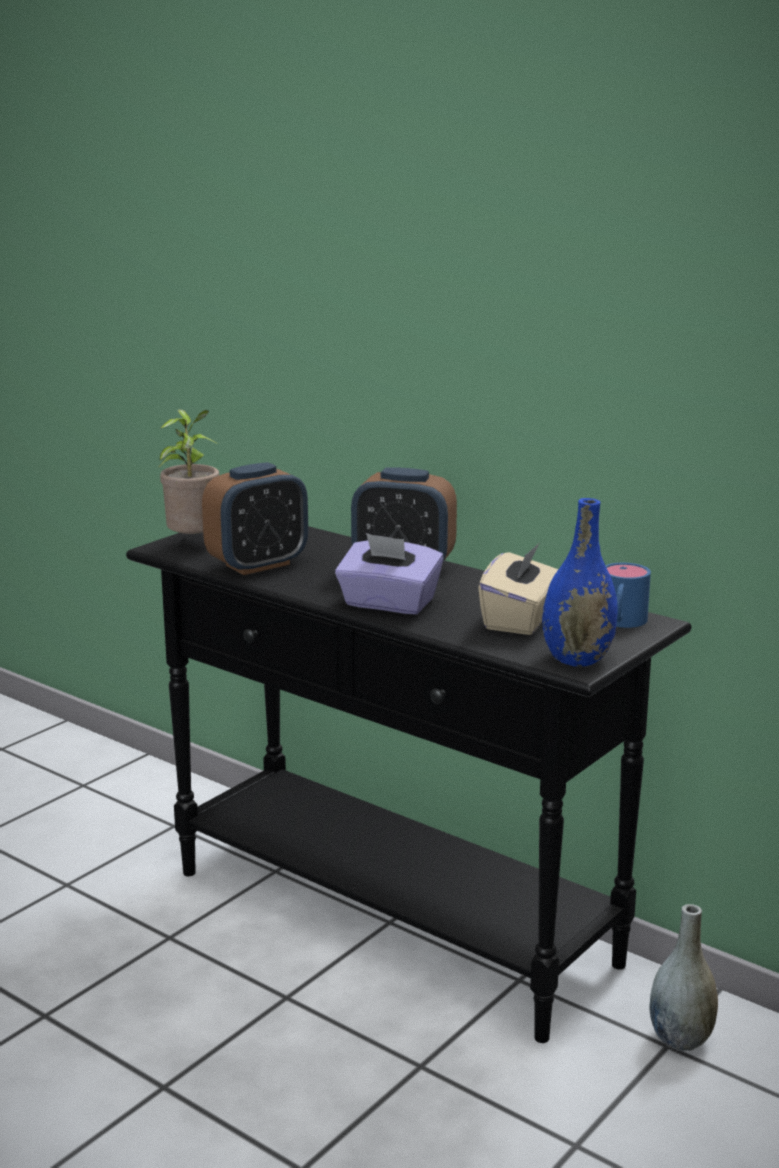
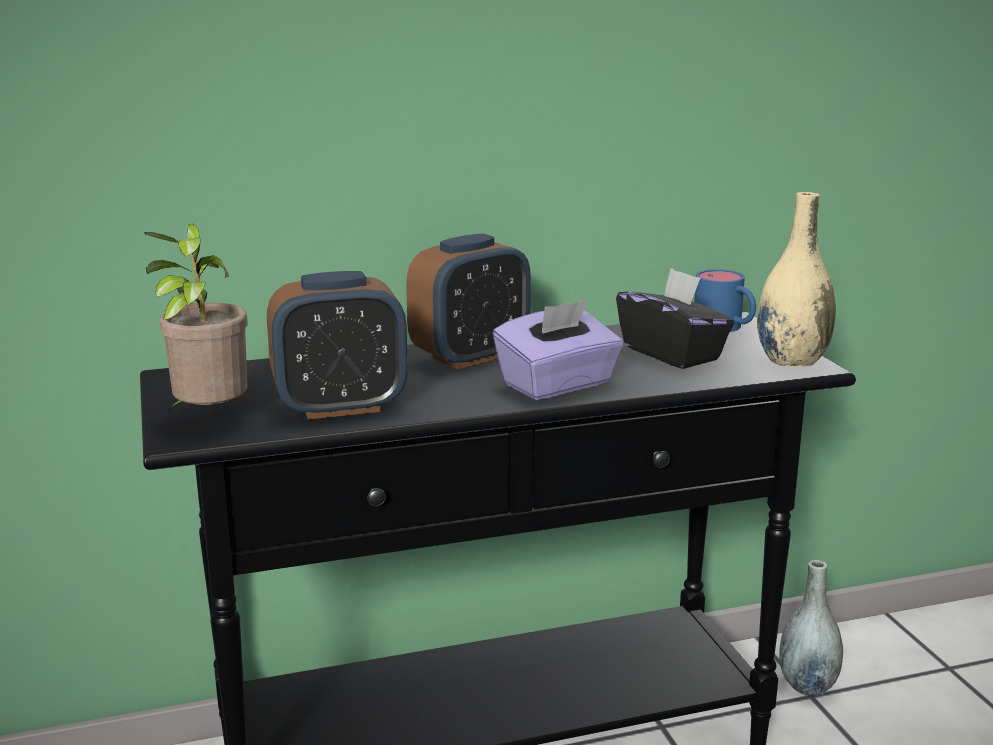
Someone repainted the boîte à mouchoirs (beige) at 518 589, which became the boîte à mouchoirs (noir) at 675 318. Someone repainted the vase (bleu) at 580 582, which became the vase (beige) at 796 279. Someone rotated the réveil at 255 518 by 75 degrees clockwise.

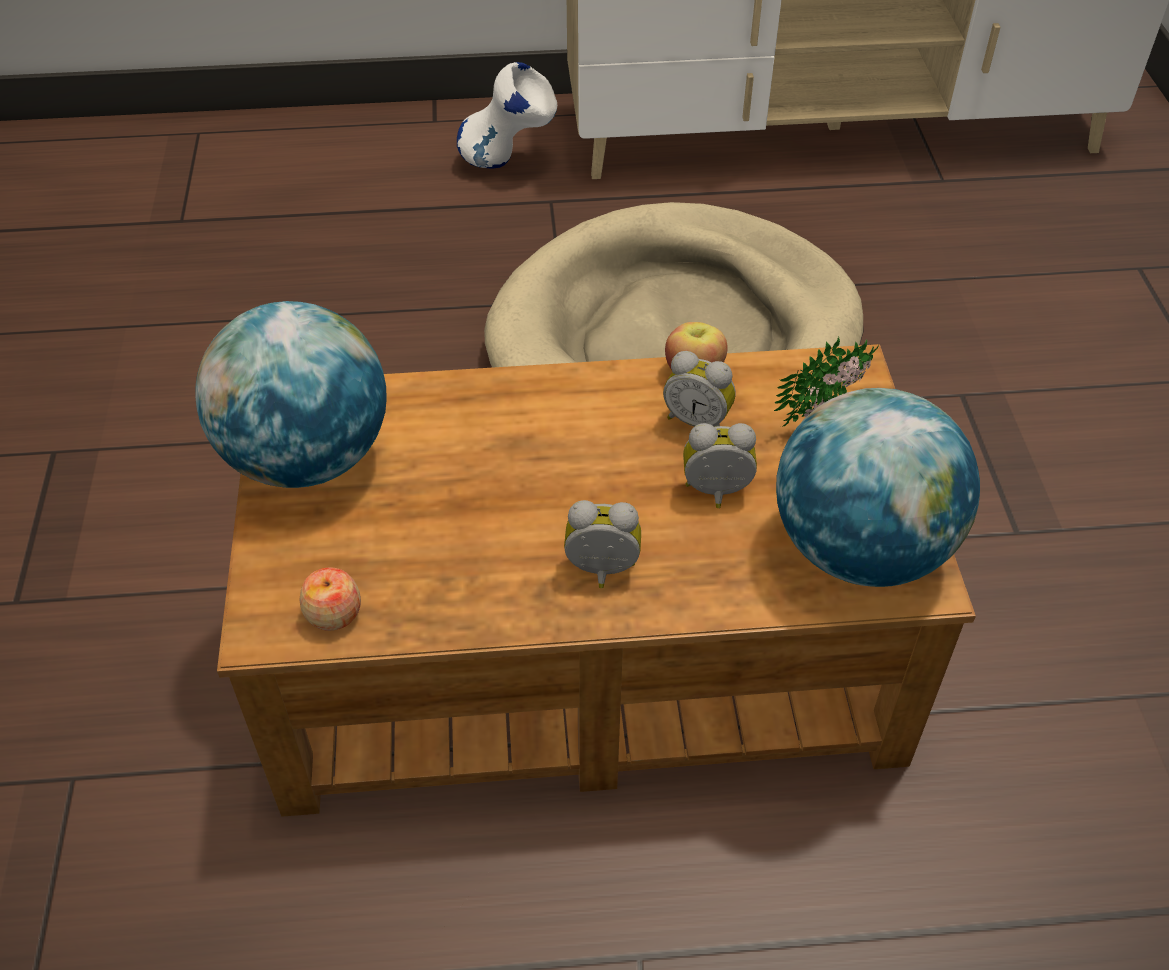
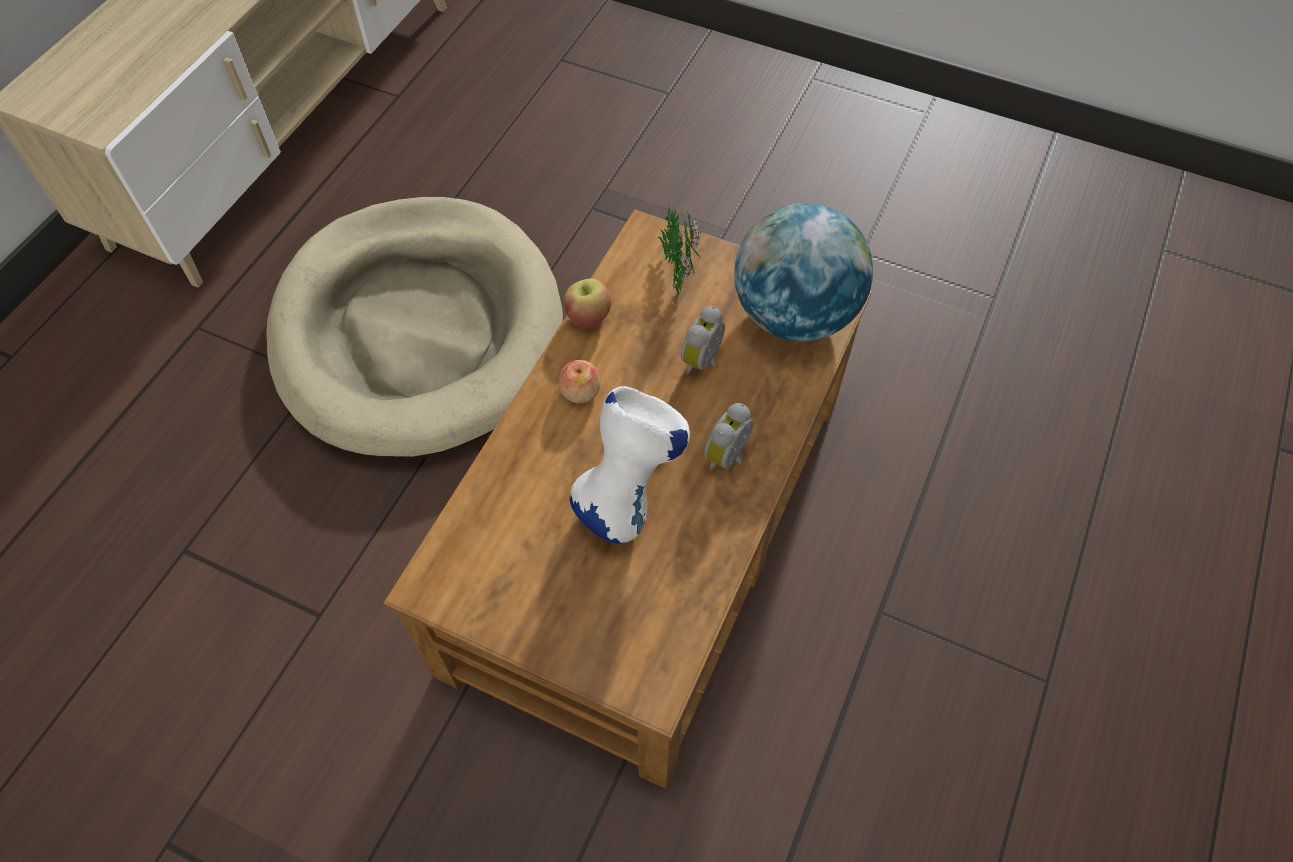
Someone took away the globe at 291 394. Someone took away the réveil at 699 389. Someone carried the pomme from 330 599 to 580 381. Someone carried the vase (blanc) from 507 115 to 630 465.

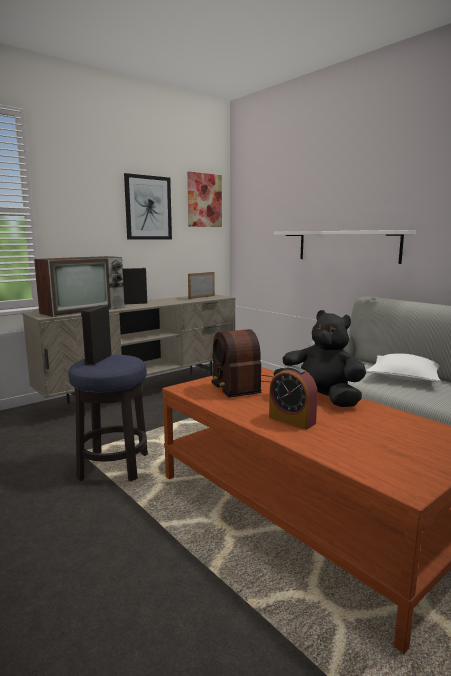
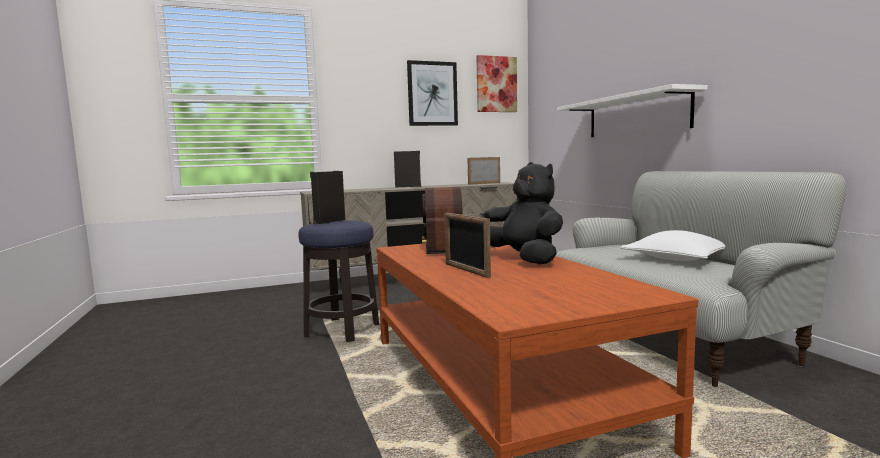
Someone took away the téléviseur at 79 286. Someone swapped the réveil at 293 397 for the cadre photo at 467 245.

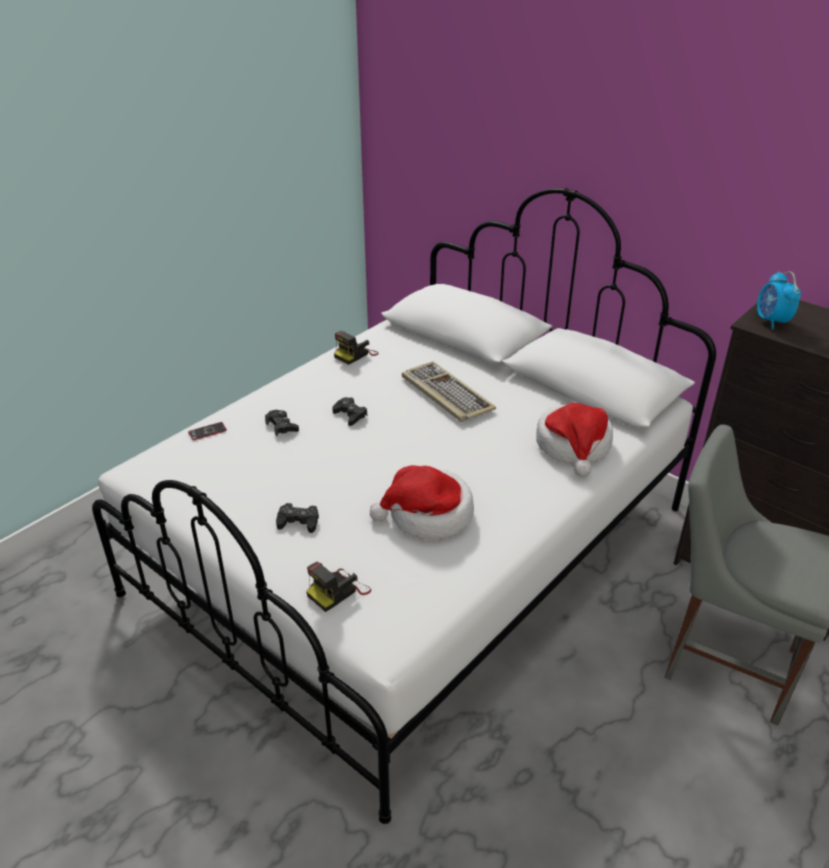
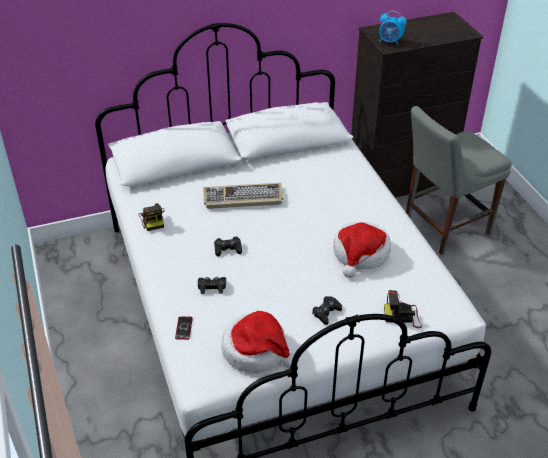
Someone carried the chapeau from 574 440 to 259 342. Someone rotated the appareil photo at 338 587 by 105 degrees clockwise.

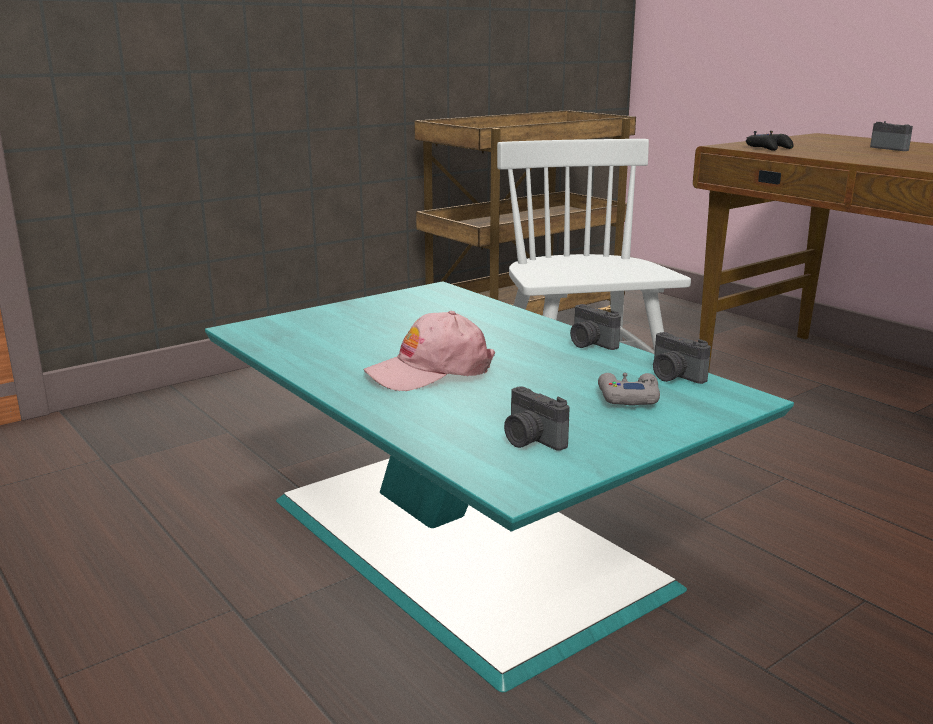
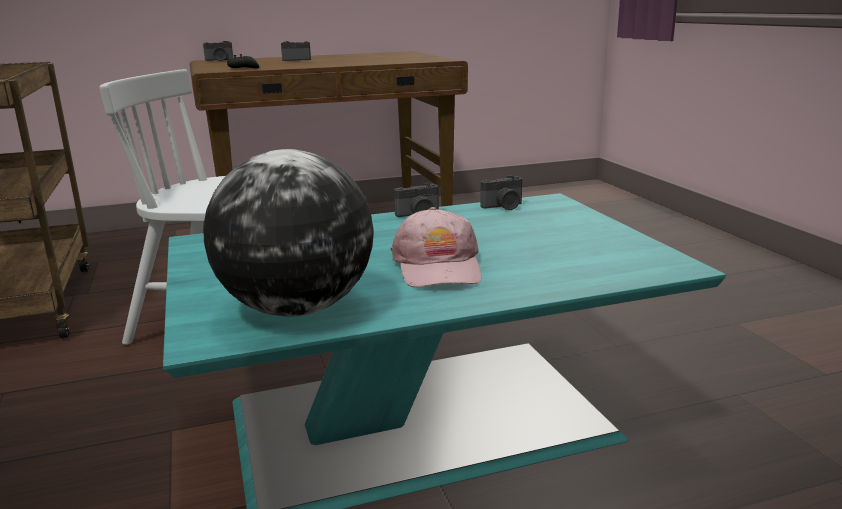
Someone took away the manette (gris) at 629 389. Someone put down the globe at 288 233. Someone carried the appareil photo from 537 418 to 218 51.

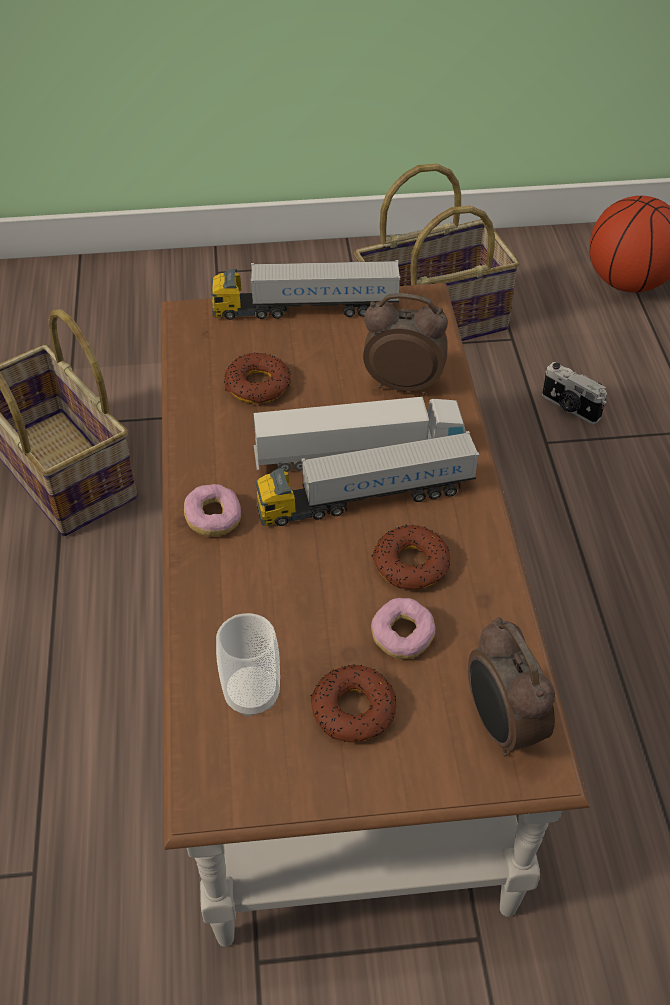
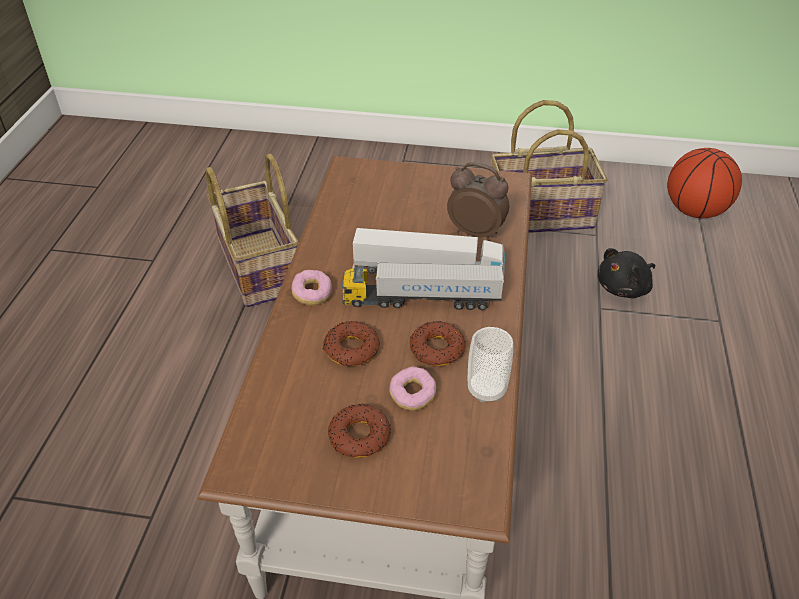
Someone took away the camion jouet at 305 290. Someone took away the réveil at 511 687. Someone carried the tasse from 248 665 to 490 365. Someone carried the beignet from 257 377 to 351 343. Someone swapped the appareil photo at 574 393 for the peluche (noir) at 626 273.

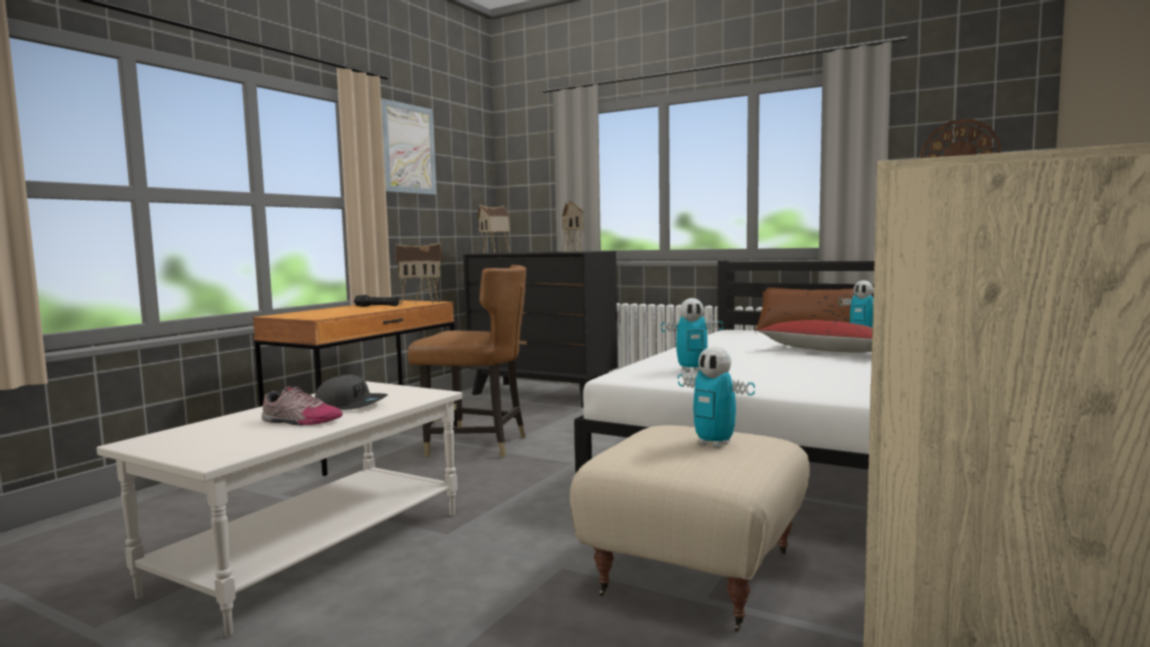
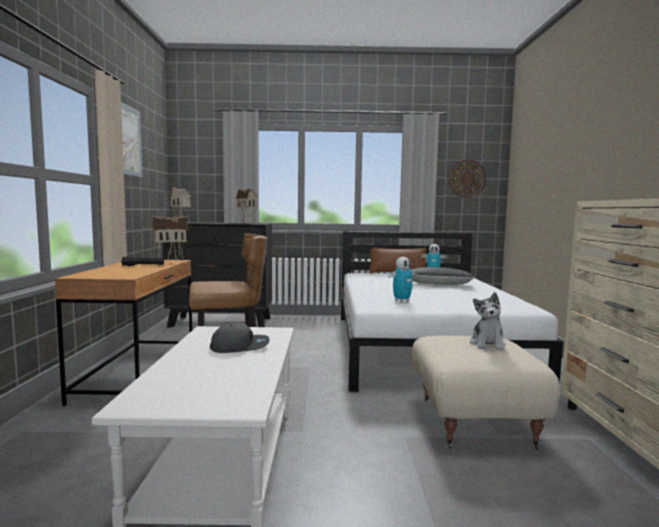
Someone took away the chaussure at 302 405. Someone swapped the robot jouet at 716 397 for the peluche at 488 321. Someone repainted the coussin (rouge) at 815 336, which became the coussin (noir) at 443 276.

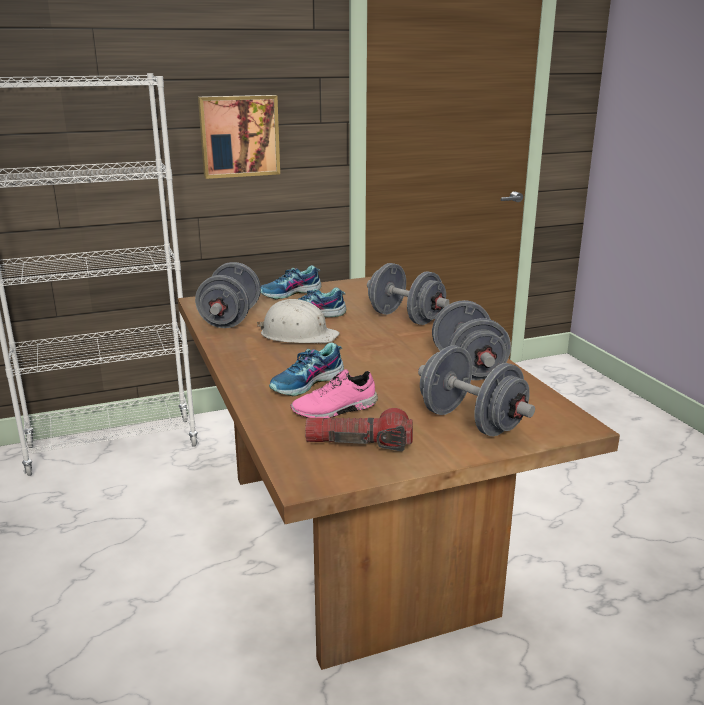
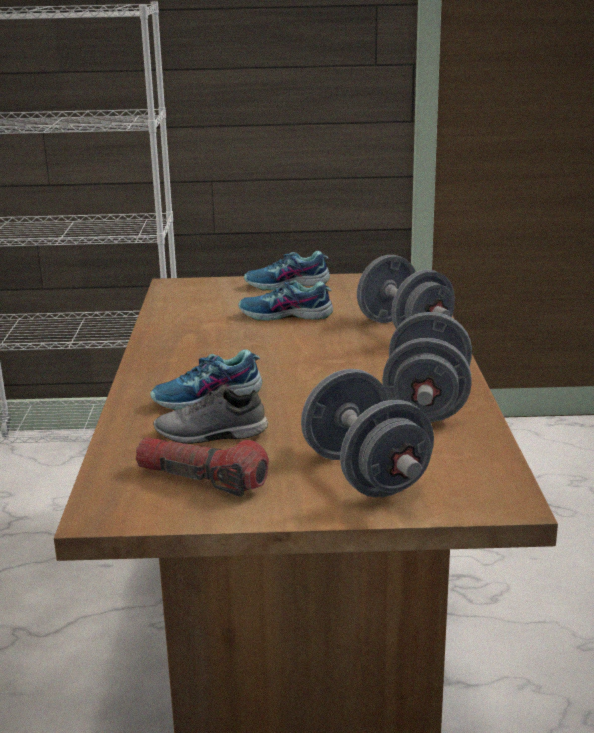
Someone took away the haltère (gris) at 228 295. Someone took away the tableau at 239 137. Someone took away the casque de chantier (blanc) at 298 321. Someone repainted the chaussure (rose) at 334 394, which became the chaussure (gris) at 211 414.

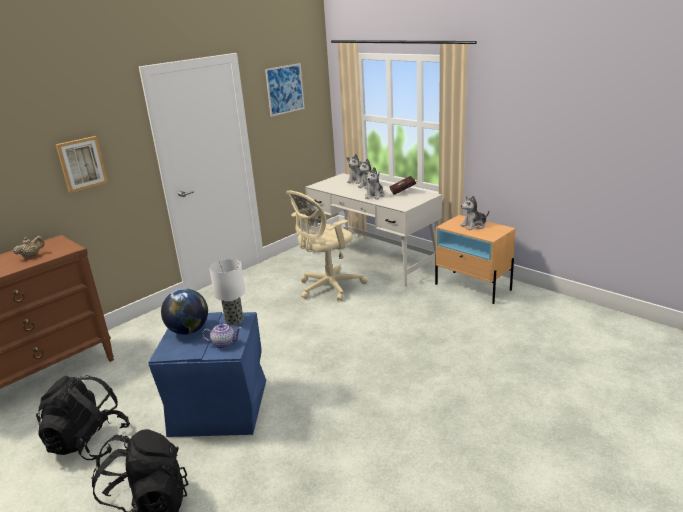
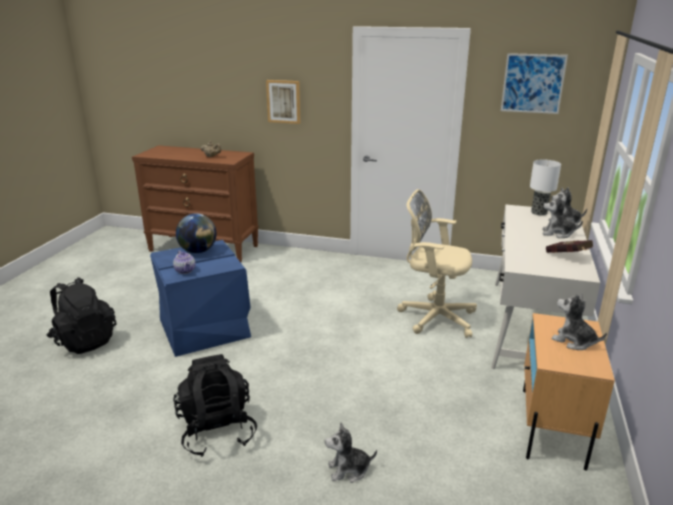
Someone carried the sac à dos (noir) from 83 417 to 215 405. Someone carried the lampe de table from 227 292 to 545 187. Someone carried the peluche from 374 183 to 351 452.

